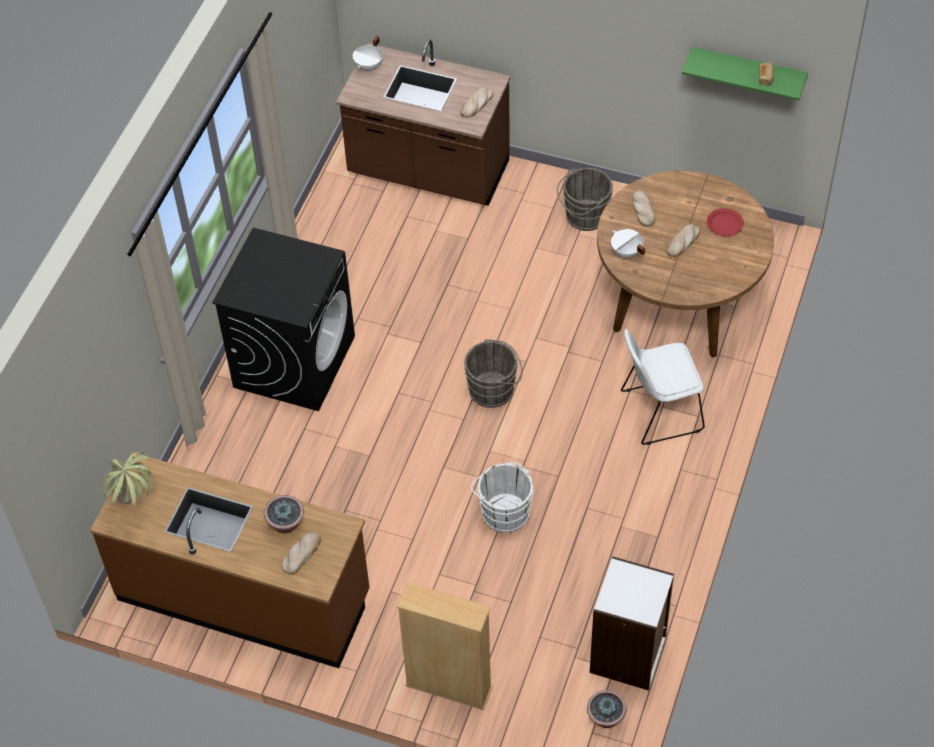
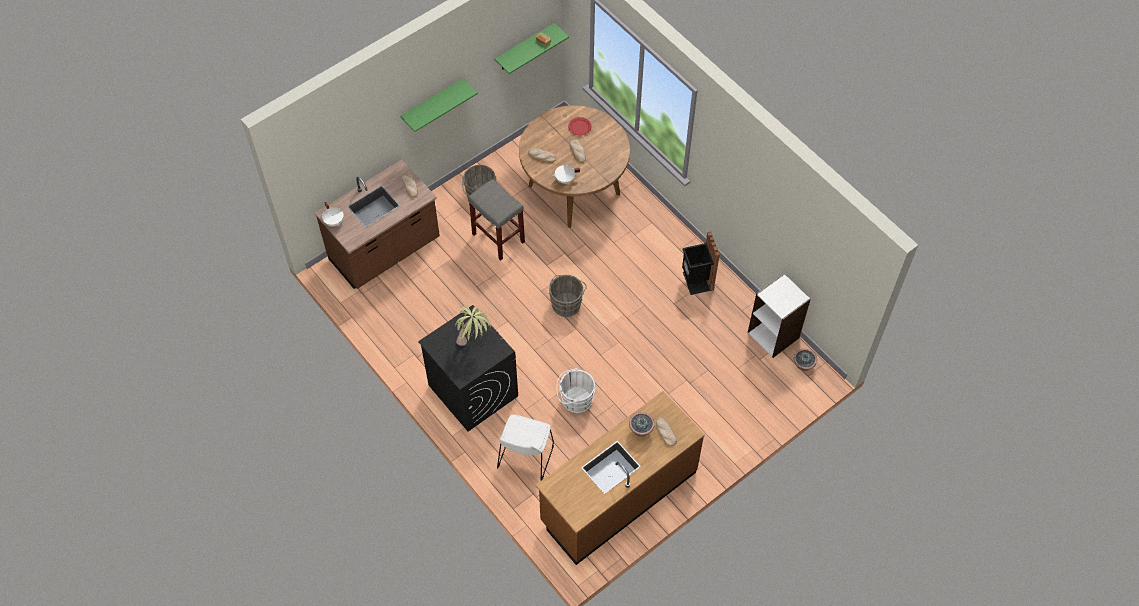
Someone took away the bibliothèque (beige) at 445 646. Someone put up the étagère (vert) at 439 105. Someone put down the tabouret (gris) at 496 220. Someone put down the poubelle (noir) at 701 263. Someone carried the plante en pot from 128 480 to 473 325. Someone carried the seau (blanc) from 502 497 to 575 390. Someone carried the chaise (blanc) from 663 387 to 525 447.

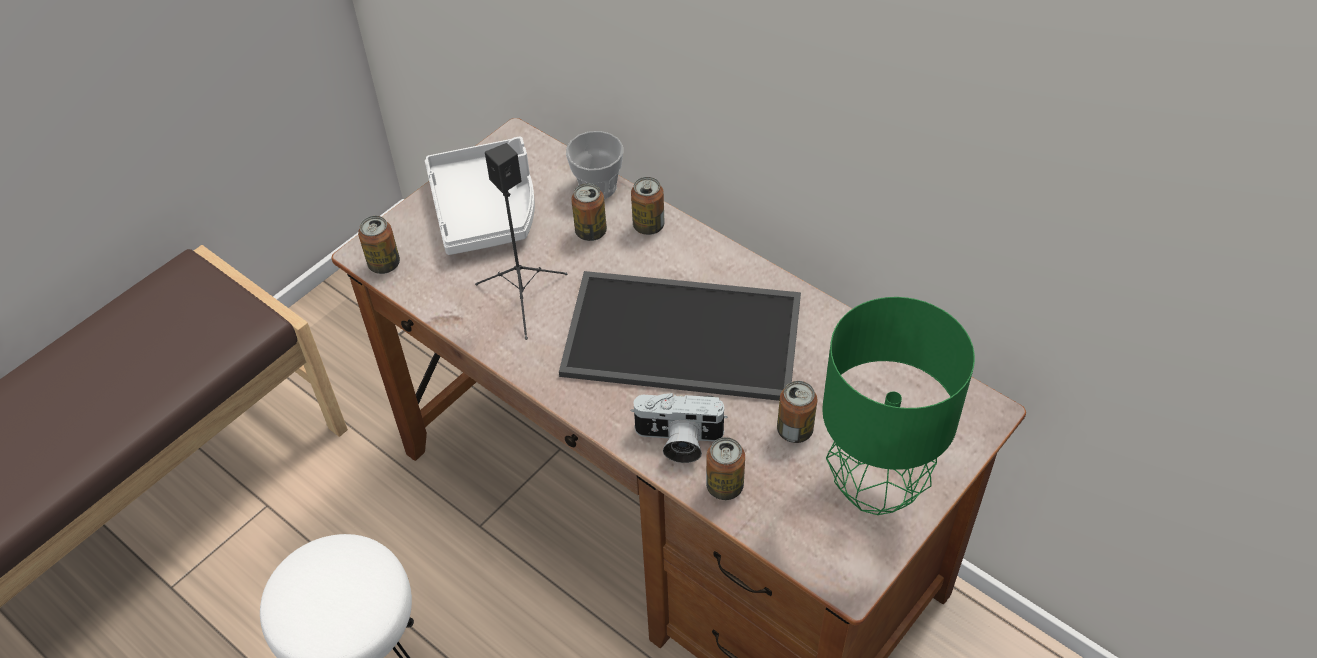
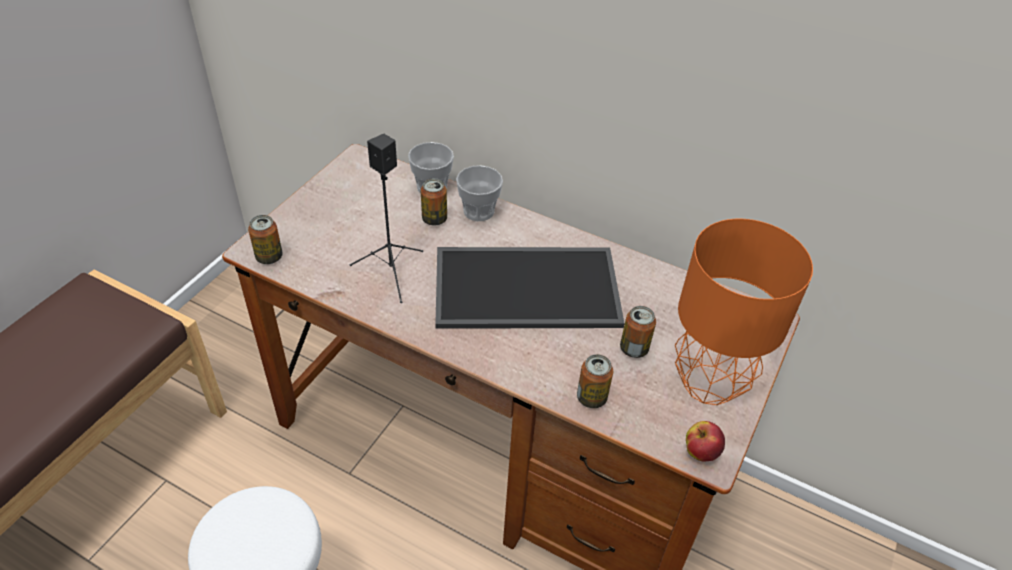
Someone took away the plateau (blanc) at 480 195. Someone took away the appareil photo at 679 428. Someone put down the pomme at 705 441. Someone swapped the boîte métallique at 648 206 for the tasse at 479 193. Someone repainted the lampe de table (vert) at 898 406, which became the lampe de table (orange) at 744 312.

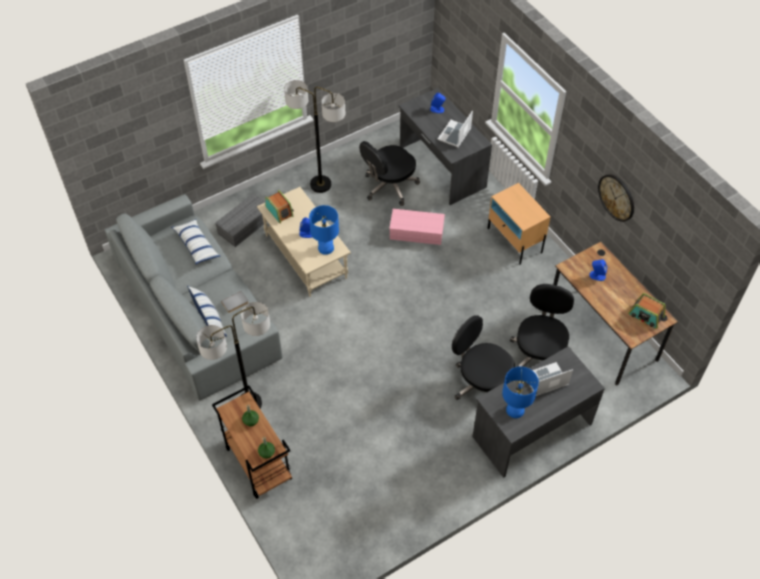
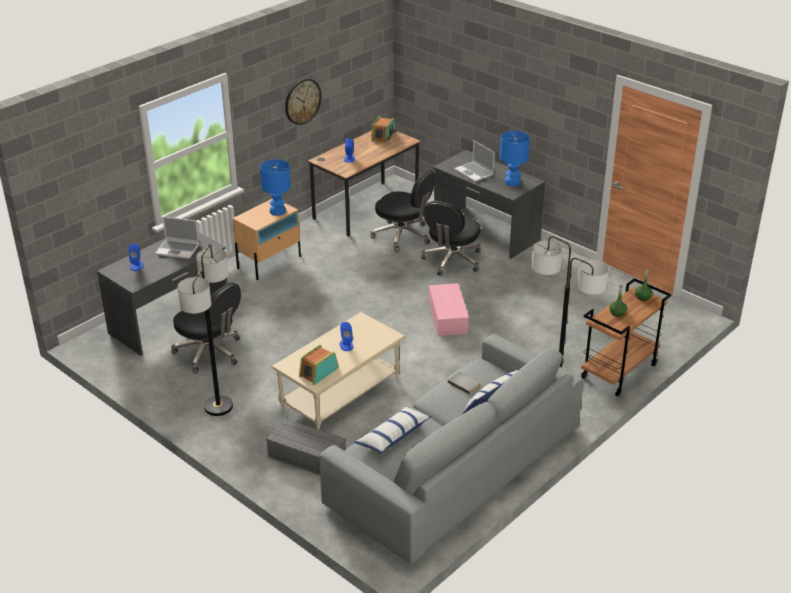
Someone carried the lampe de table (bleu) from 324 230 to 275 187. Someone carried the boîte de rangement (rose) from 417 227 to 449 309. Someone rotated the chaise de bureau (noir) at 542 325 by 150 degrees counterclockwise.

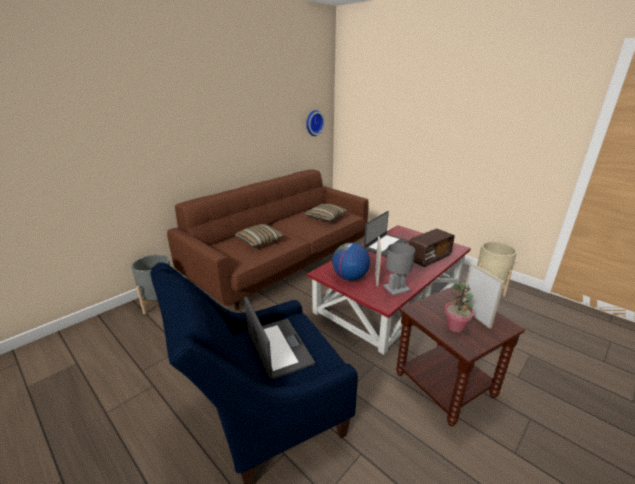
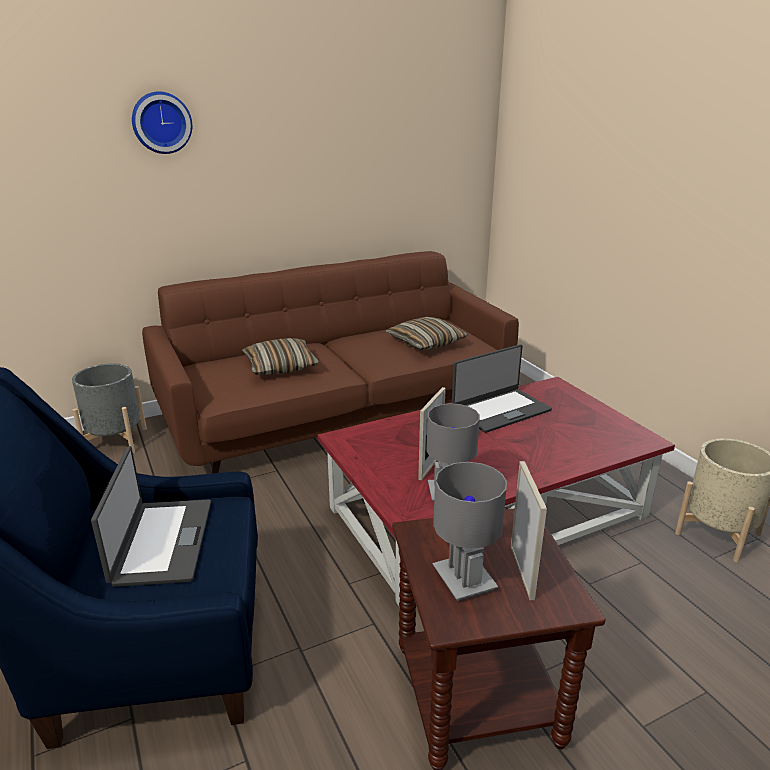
Someone took away the globe at 351 261. Someone took away the radio at 431 248. Someone carried the horloge murale from 315 123 to 162 122. Someone swapped the plante en pot at 459 307 for the lampe de table (gris) at 470 531.

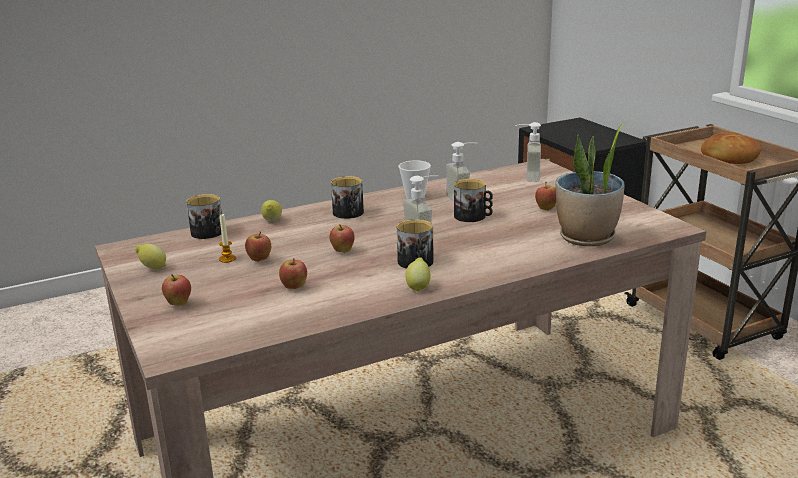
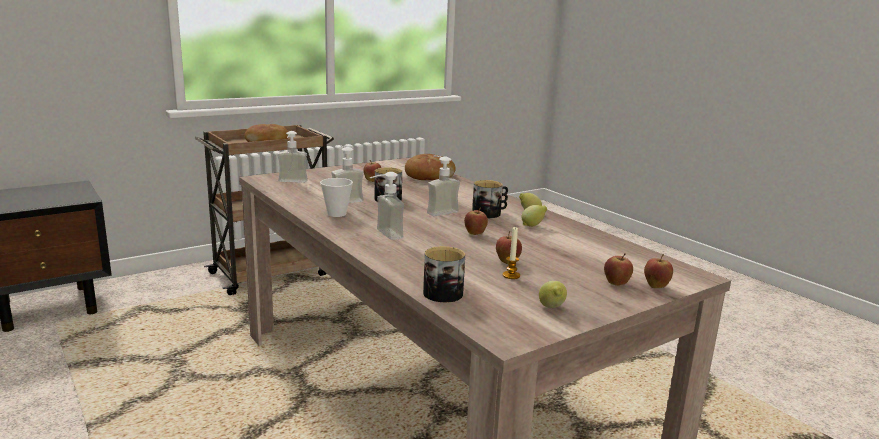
Someone carried the citron from 271 210 to 534 216. Someone carried the pomme from 293 273 to 658 271. Someone swapped the mug at 347 197 for the distributeur de savon at 387 206. Someone swapped the plante en pot at 590 184 for the pain at 430 167.

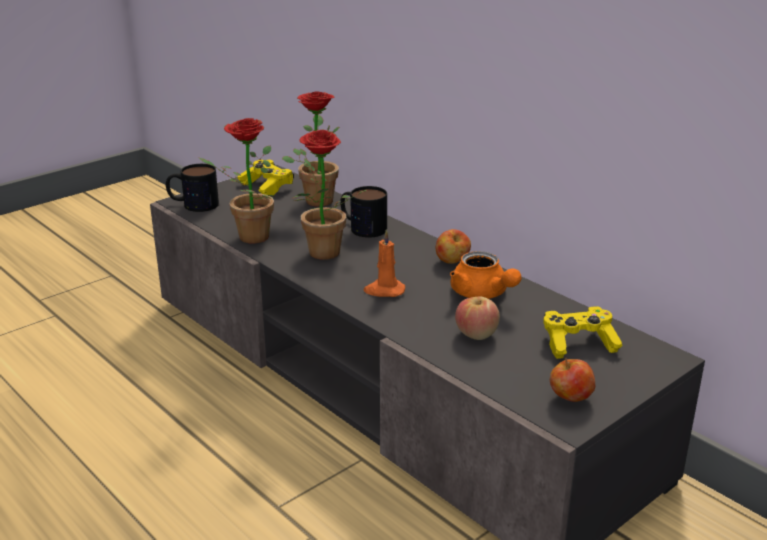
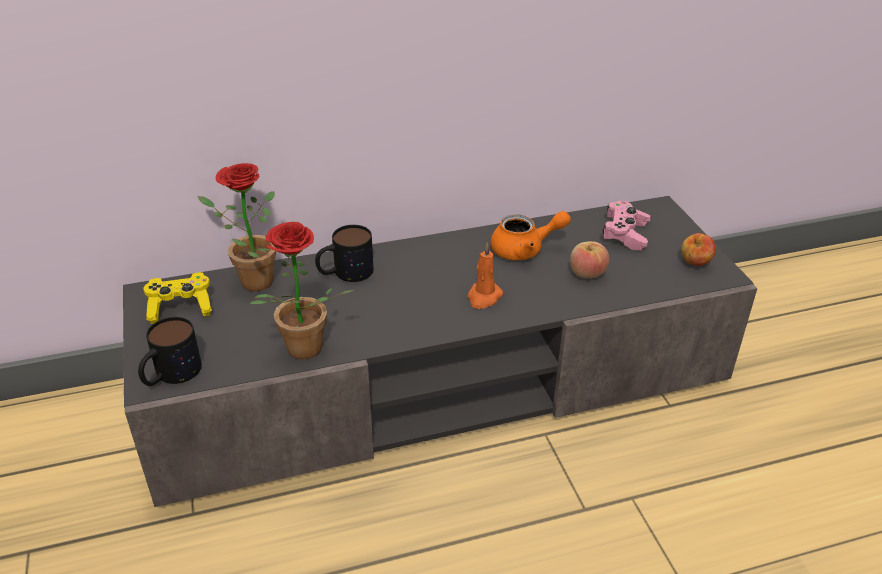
Someone took away the plante en pot at 329 195. Someone took away the pomme at 453 246. Someone repainted the manette (jaune) at 583 332, which became the manette (rose) at 627 226.

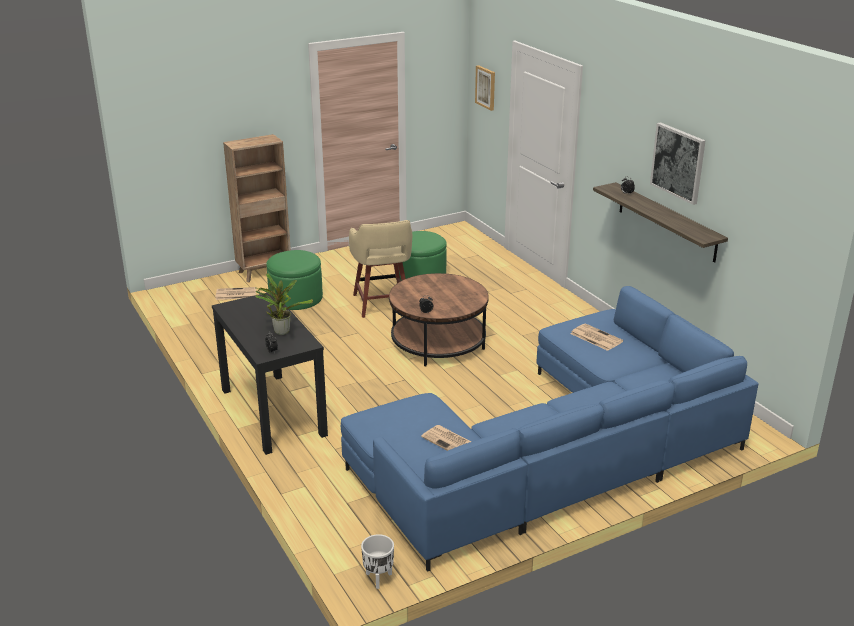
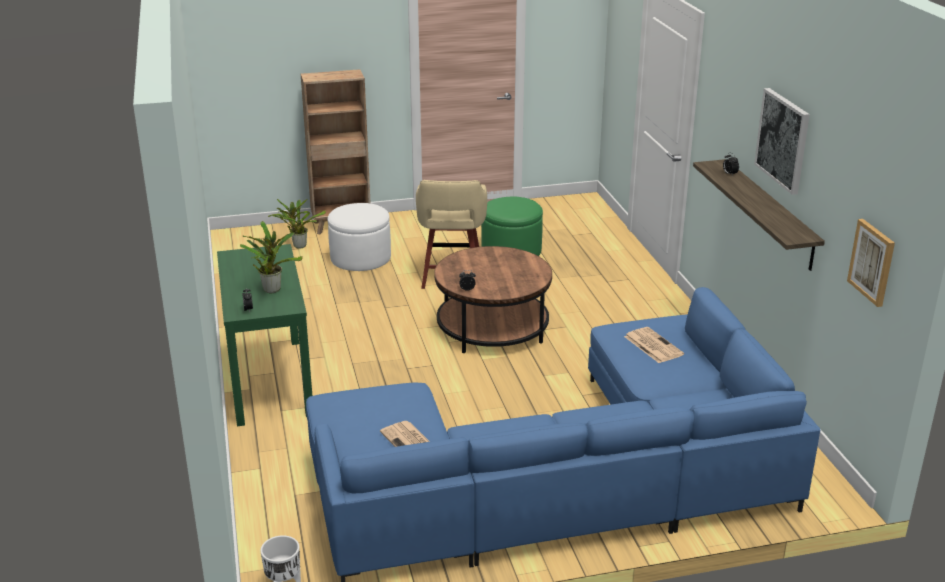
Someone carried the tableau from 485 88 to 871 263. Someone swapped the journal at 236 293 for the plante en pot at 297 224. Someone repainted the table console (noir) at 270 374, which became the table console (vert) at 264 335. Someone repainted the pouf (vert) at 294 280, which became the pouf (blanc) at 359 237.

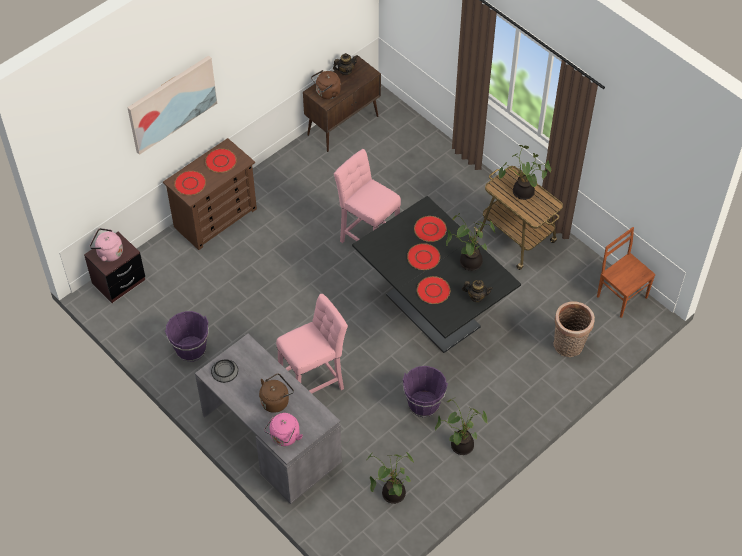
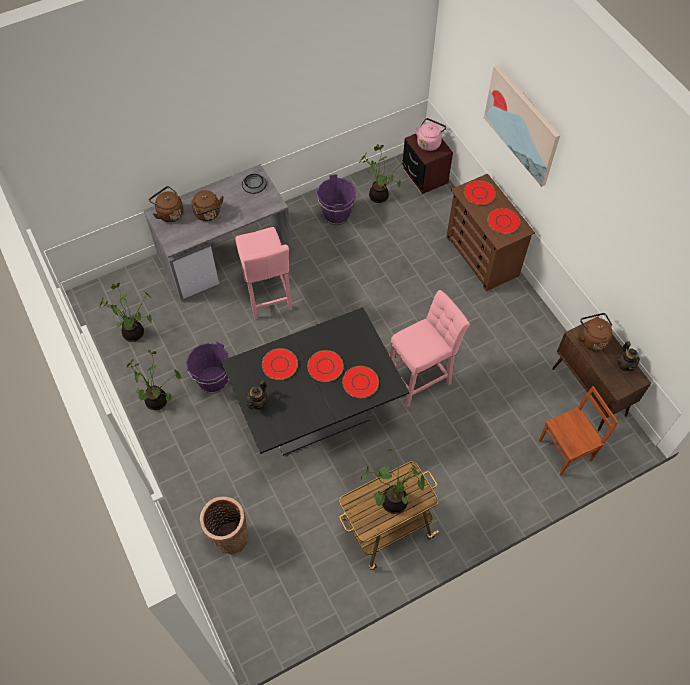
Someone carried the plante en pot from 471 242 to 382 173. Someone carried the chaise (marron) from 626 272 to 578 431. Someone repainted the bouilloire (rose) at 283 429, which became the bouilloire (marron) at 166 204.

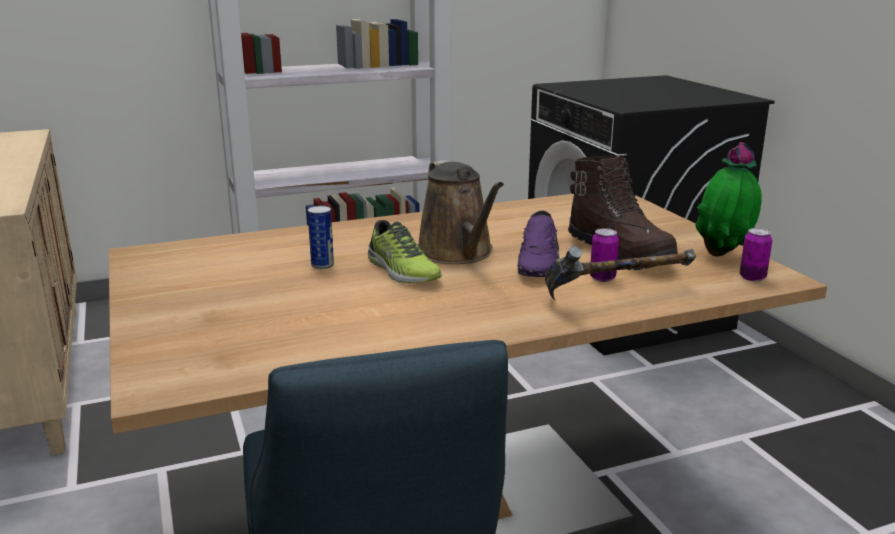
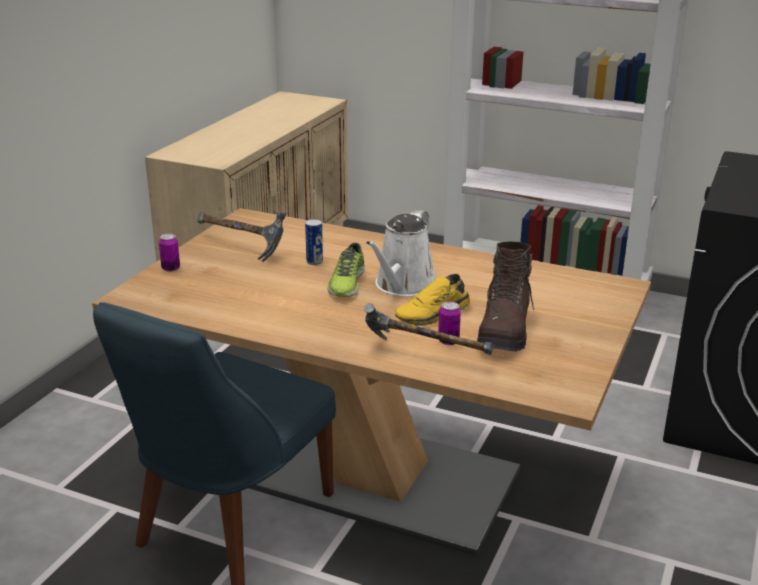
Someone took away the plante en pot at 728 199. Someone put down the marteau at 241 236. Someone carried the boîte métallique from 756 254 to 169 253. Someone repainted the arrosoir (marron) at 461 212, which became the arrosoir (blanc) at 401 253. Someone repainted the chaussure (violet) at 538 243, which became the chaussure (jaune) at 433 300.

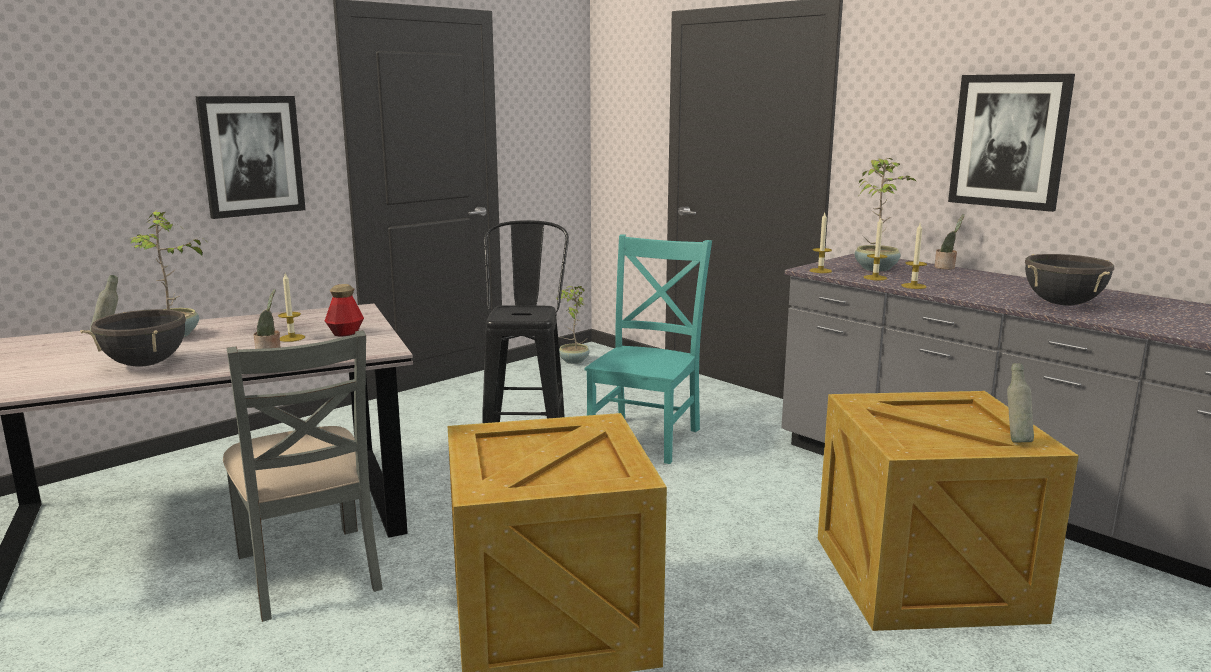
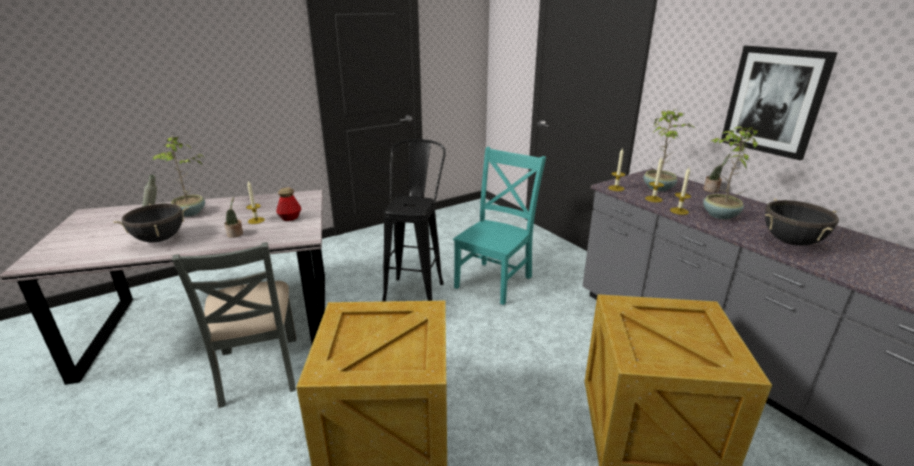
Someone took away the tableau at 250 157. Someone took away the bouteille (gris) at 1020 402. Someone carried the plante en pot from 572 325 to 730 173.

